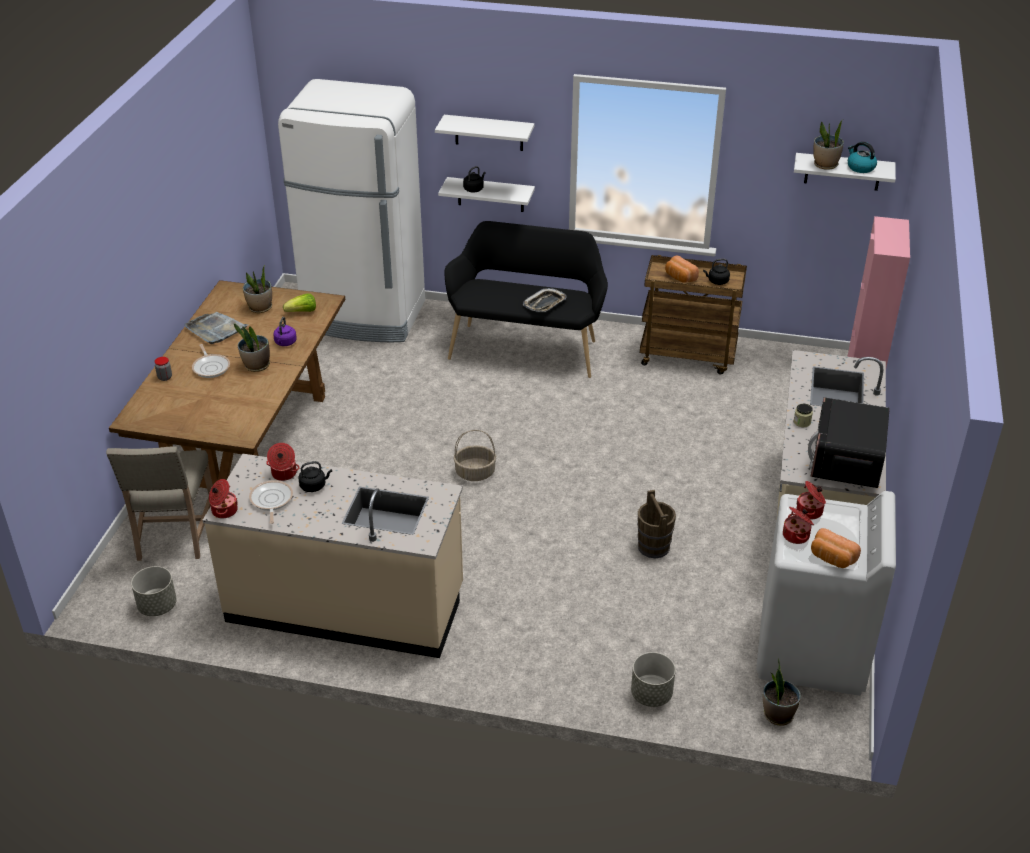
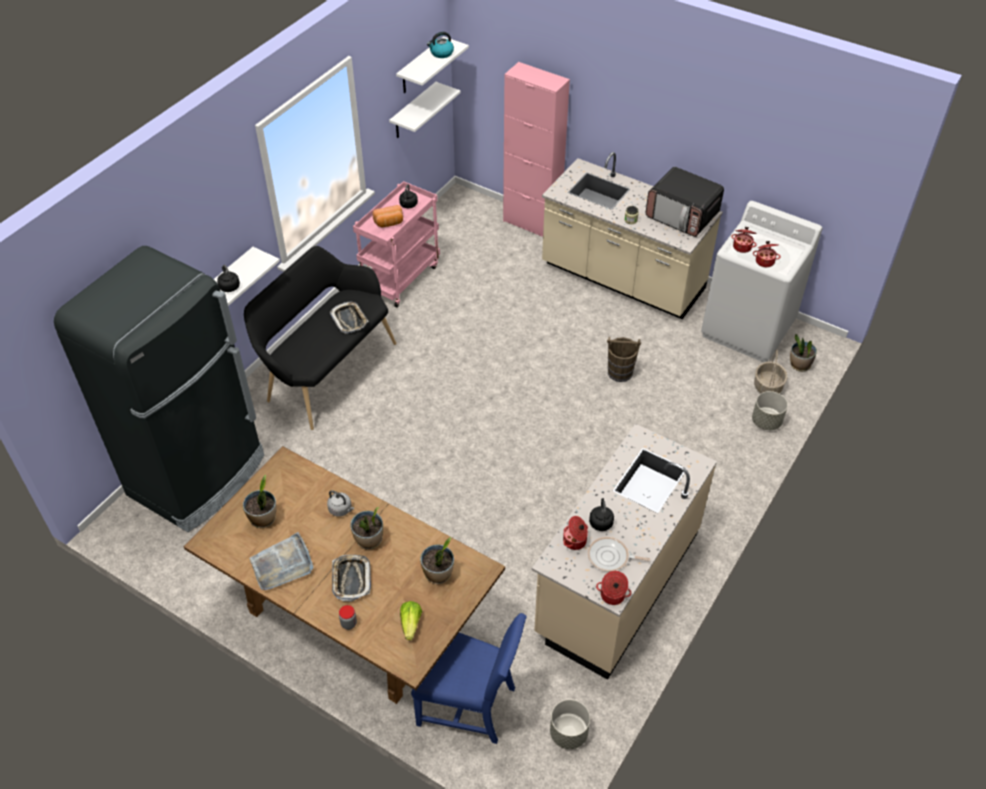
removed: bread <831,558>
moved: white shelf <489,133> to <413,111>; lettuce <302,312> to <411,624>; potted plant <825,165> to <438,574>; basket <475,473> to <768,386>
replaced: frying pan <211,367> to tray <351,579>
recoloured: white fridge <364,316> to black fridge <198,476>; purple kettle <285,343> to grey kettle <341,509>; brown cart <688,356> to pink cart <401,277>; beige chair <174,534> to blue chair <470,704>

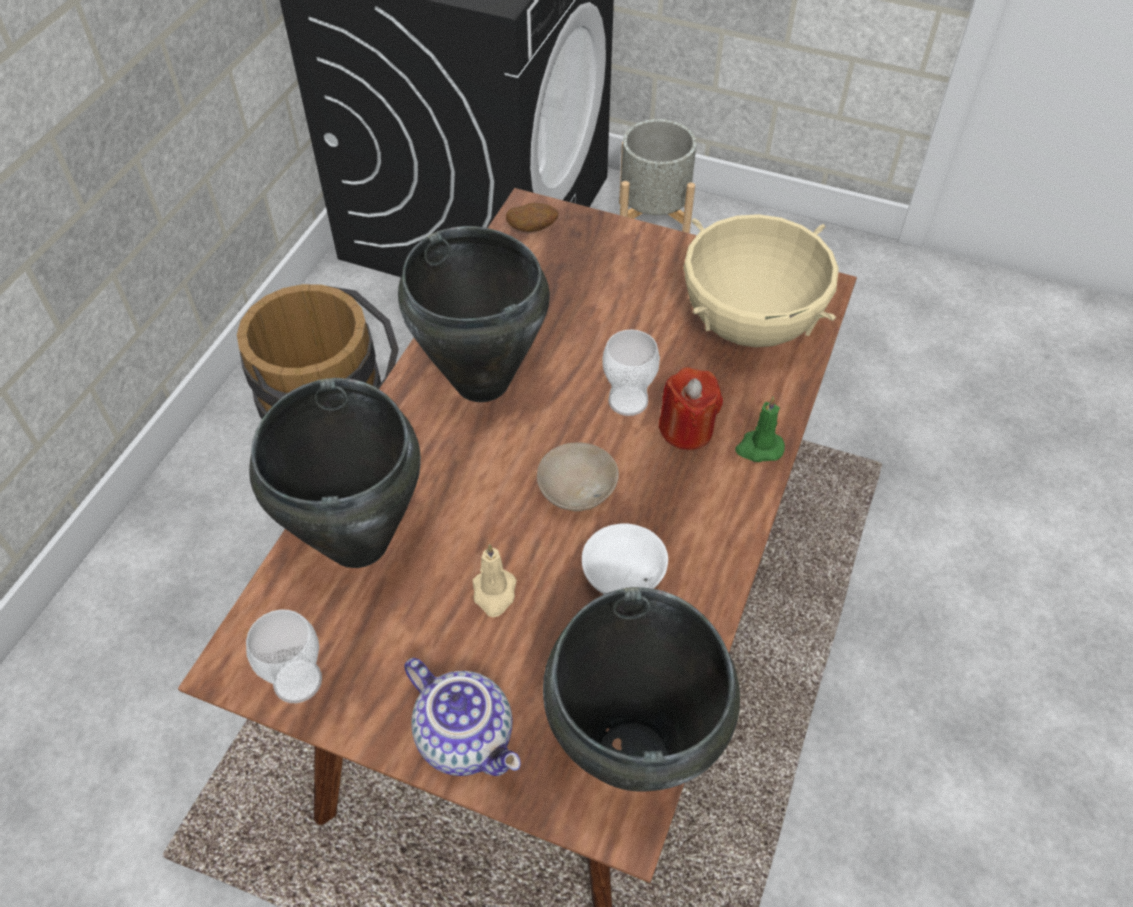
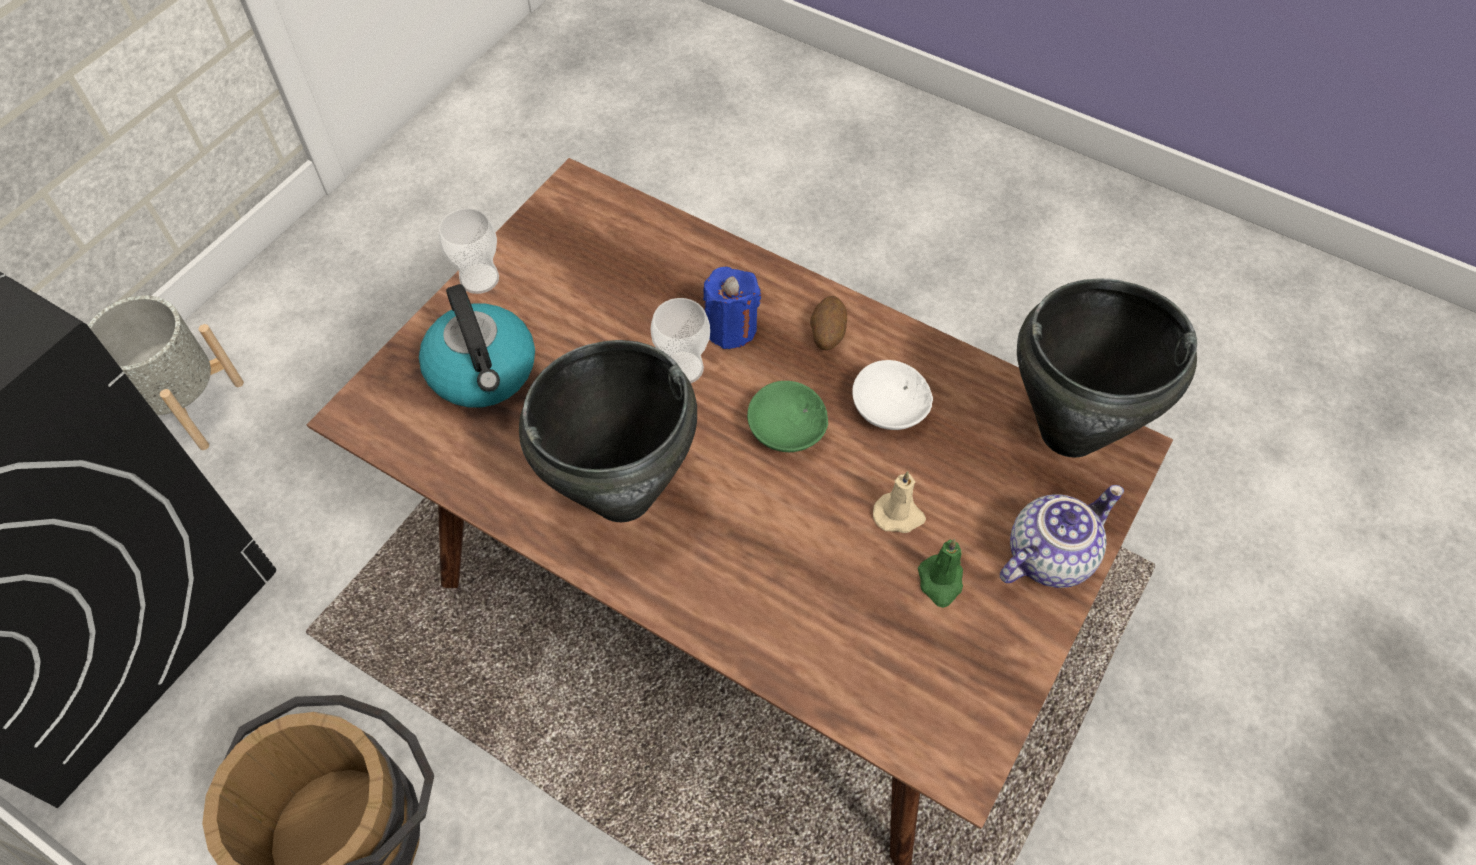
removed: black cooking pot <357,543>; beige cooking pot <750,325>
added: kettle <484,372>
moved: cup <297,681> to <479,279>; potato <532,229> to <827,334>; green candle <759,448> to <940,582>
recoloured: red candle <686,429> to blue candle <731,328>; beige bowl <577,487> to green bowl <784,428>

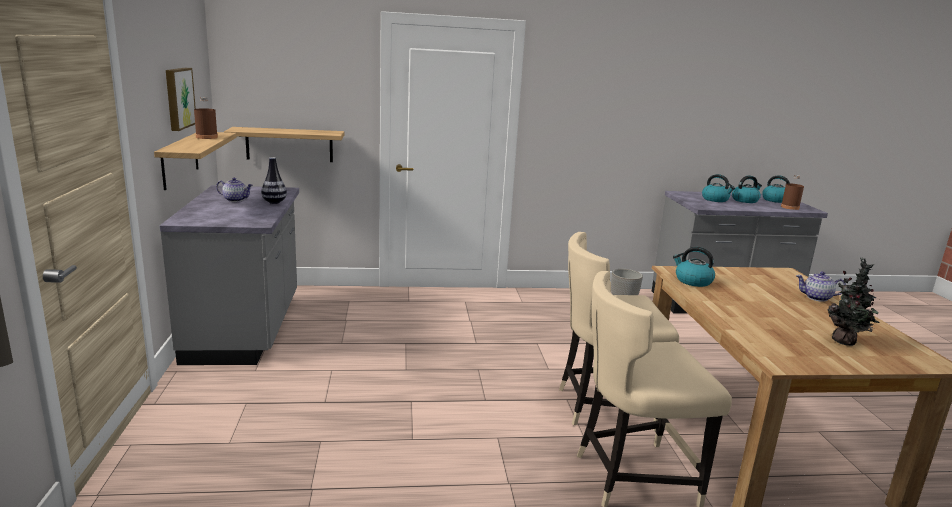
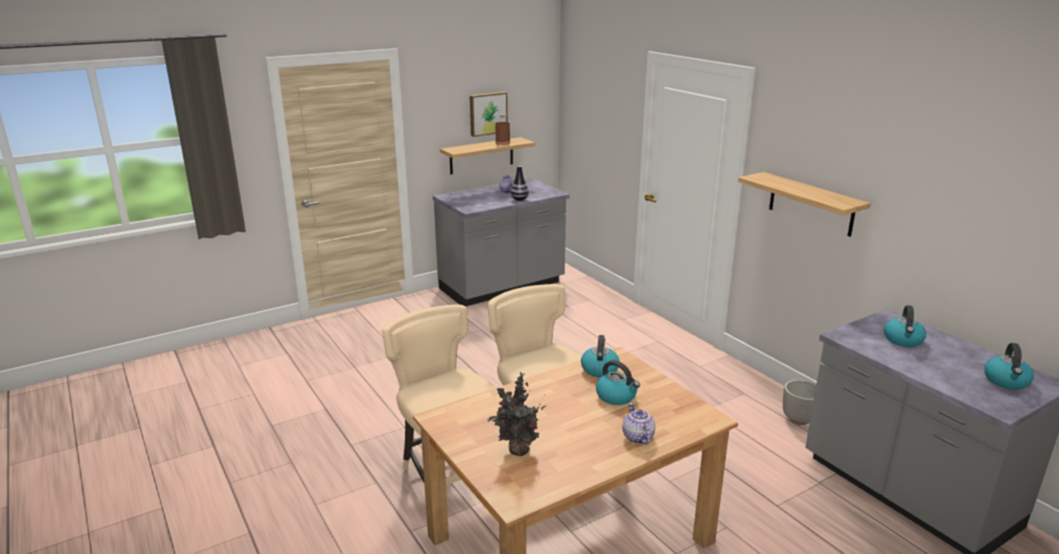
removed: brown bottle <790,207>
moved: kettle <745,200> to <617,396>; shelf <289,144> to <811,204>

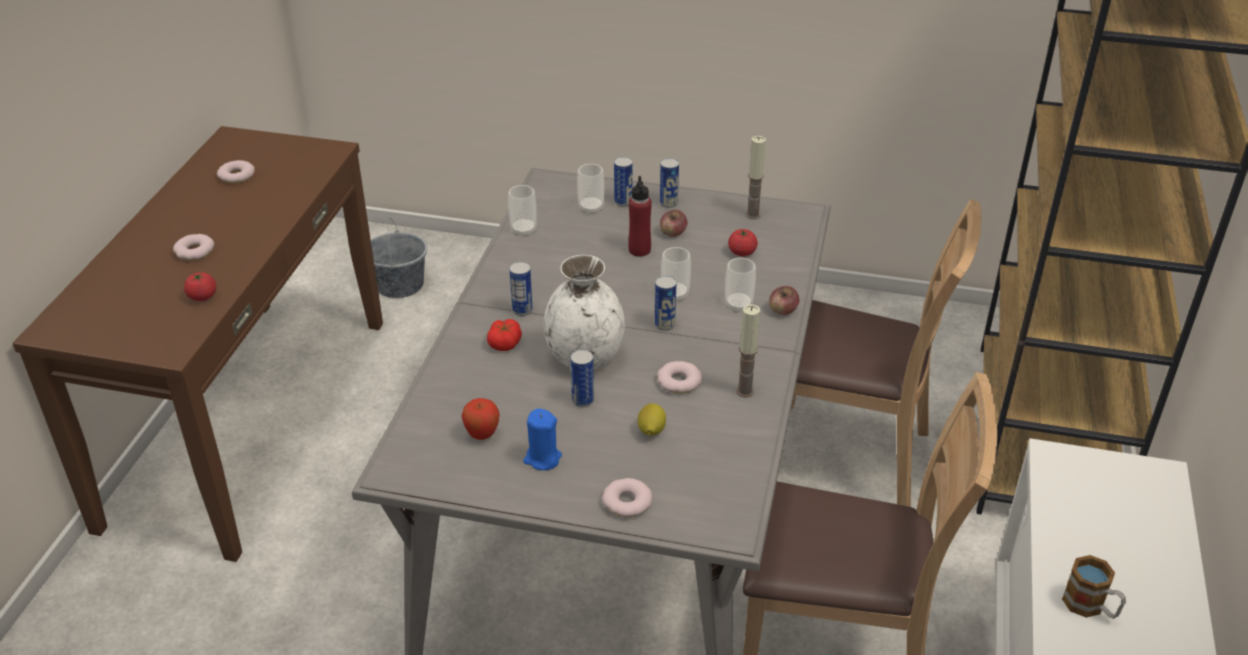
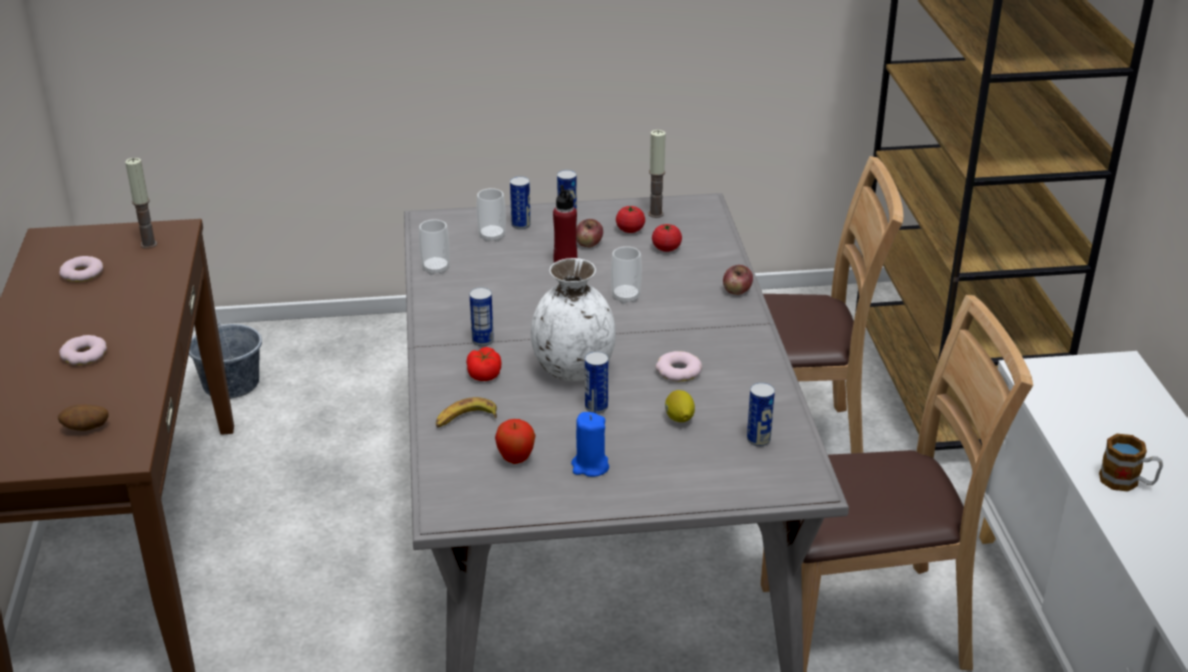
removed: donut <627,502>; cup <738,305>
added: potato <86,429>; banana <465,420>
moved: candle <745,391> to <149,244>; tomato <202,297> to <630,230>; can <664,325> to <758,440>

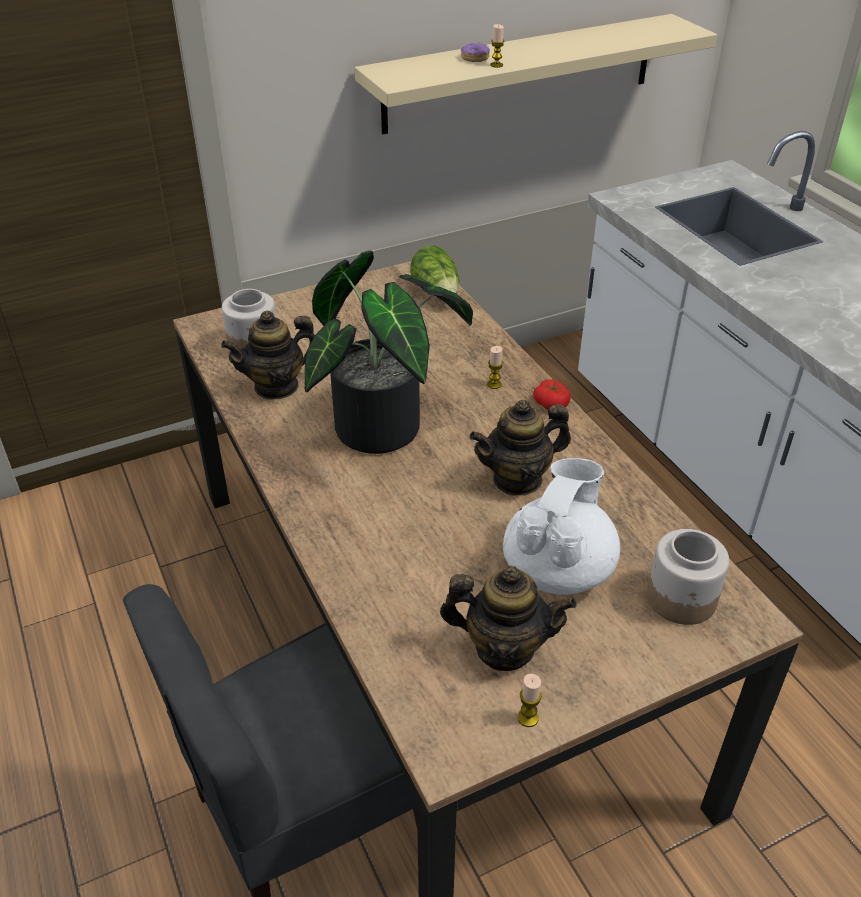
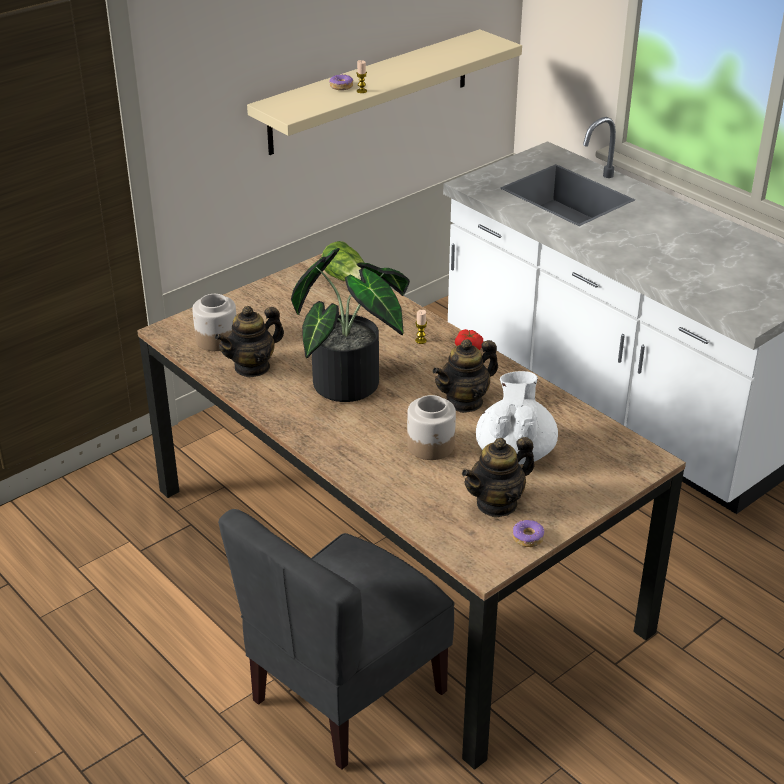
moved: jar <682,599> to <431,446>
replaced: candle <528,718> to donut <527,538>
turned: teapot <504,648> = <497,503> 150 degrees clockwise

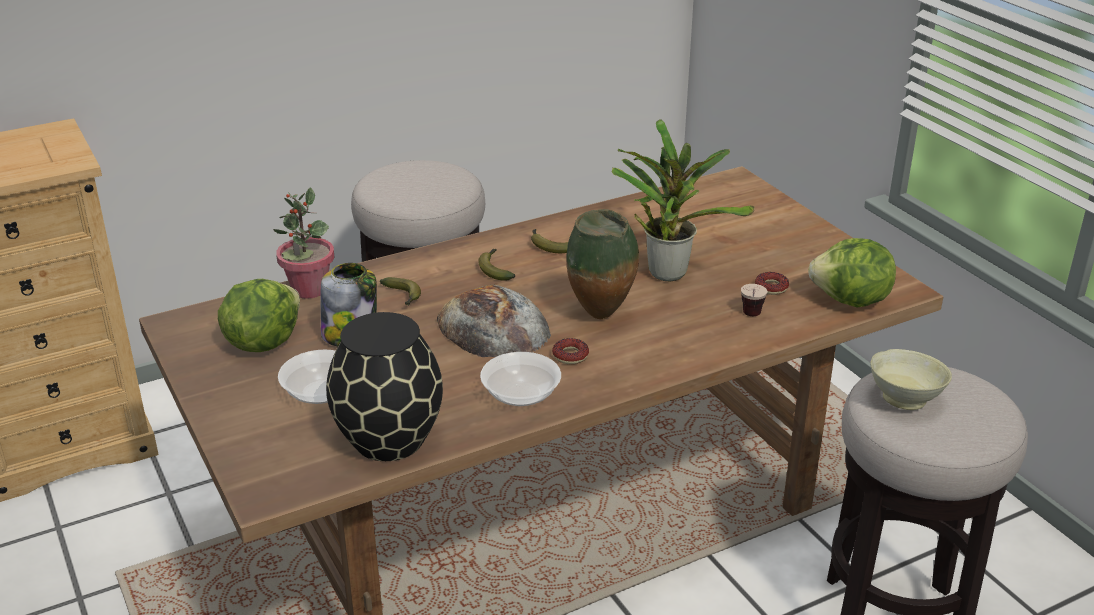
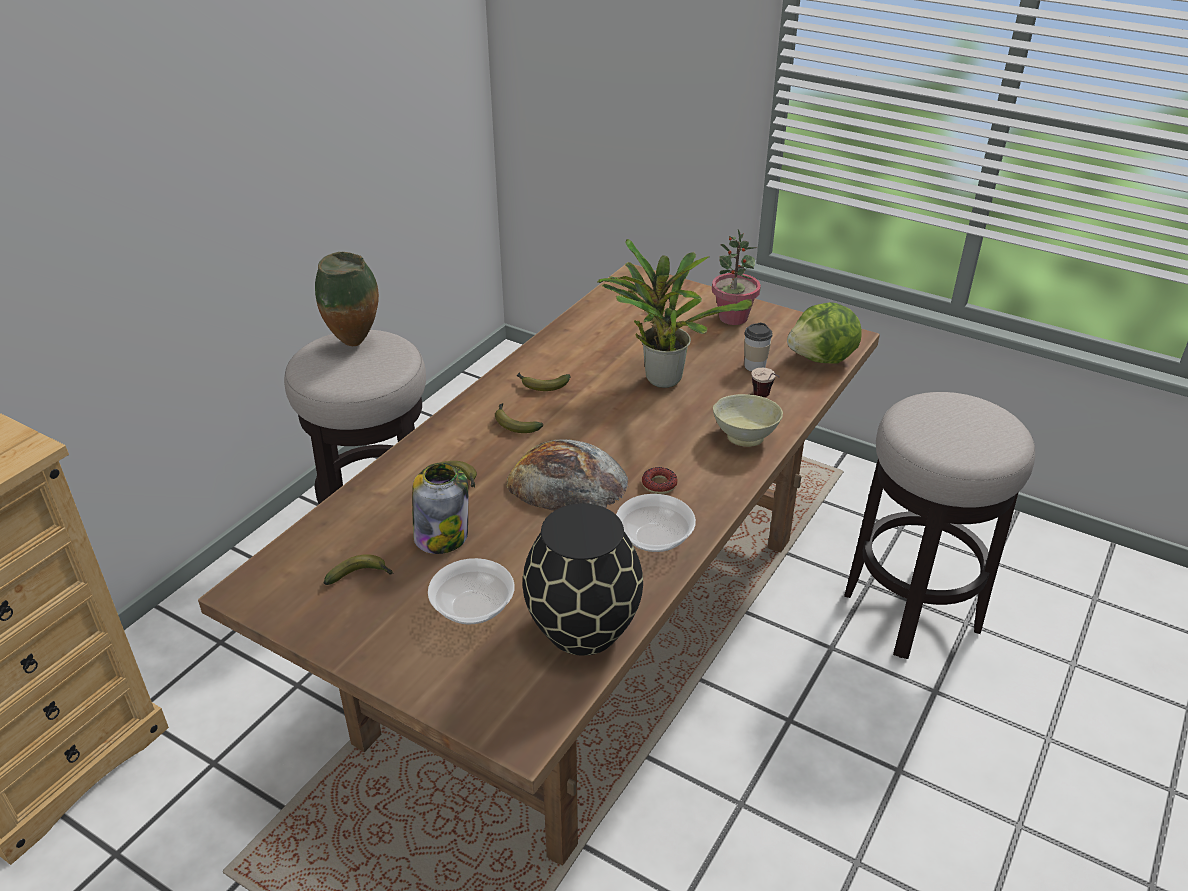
moved: vase <601,317> to <355,344>; potted plant <309,290> to <733,318>; beige bowl <906,399> to <746,437>
replaced: lettuce <263,342> to banana <361,576>; donut <771,287> to cup <754,366>

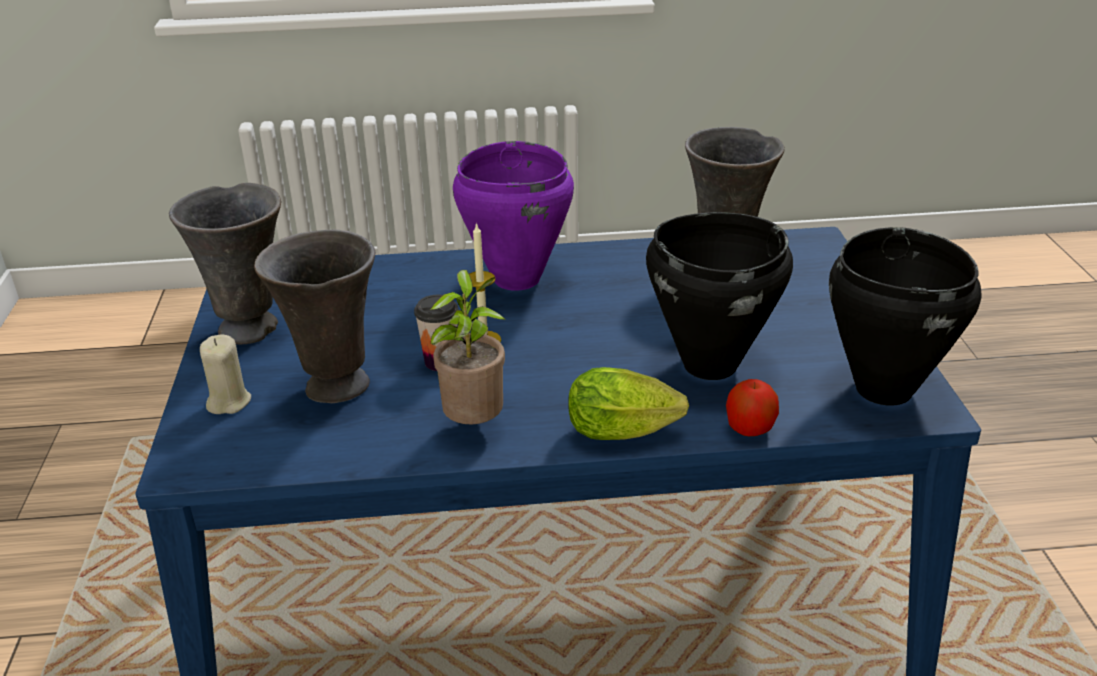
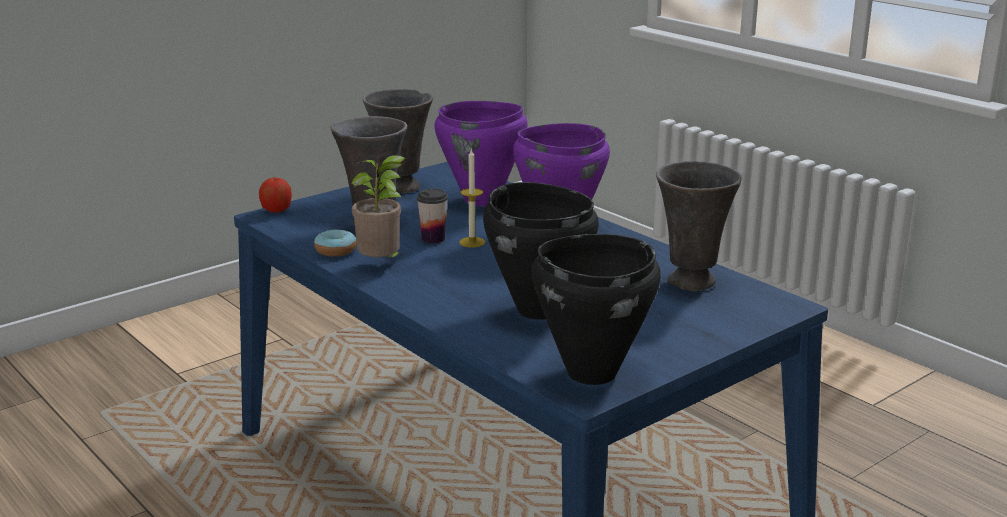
removed: beige candle <229,402>; lettuce <627,432>
added: donut <335,250>; purple cooking pot <482,200>
moved: apple <749,429> to <276,210>

